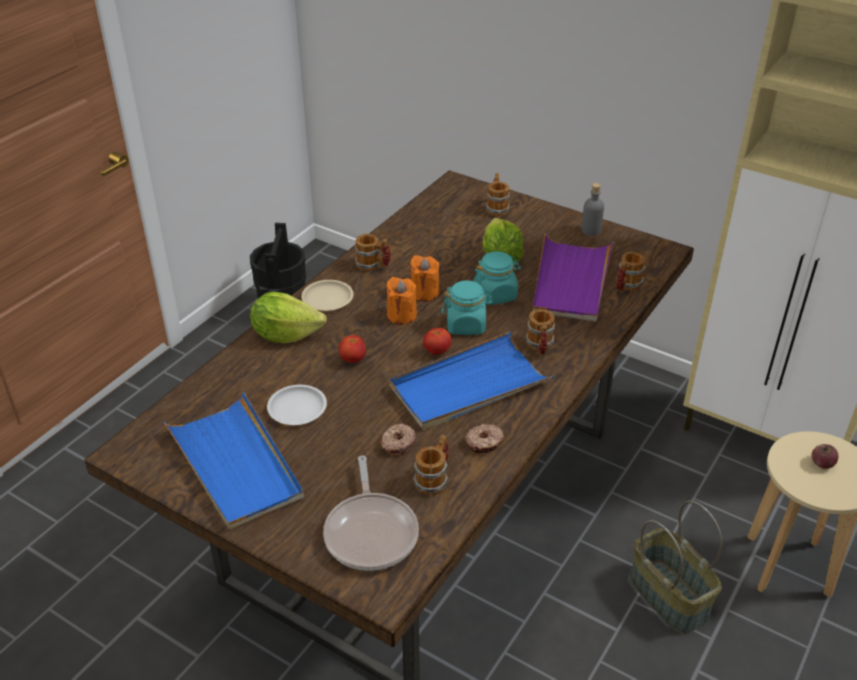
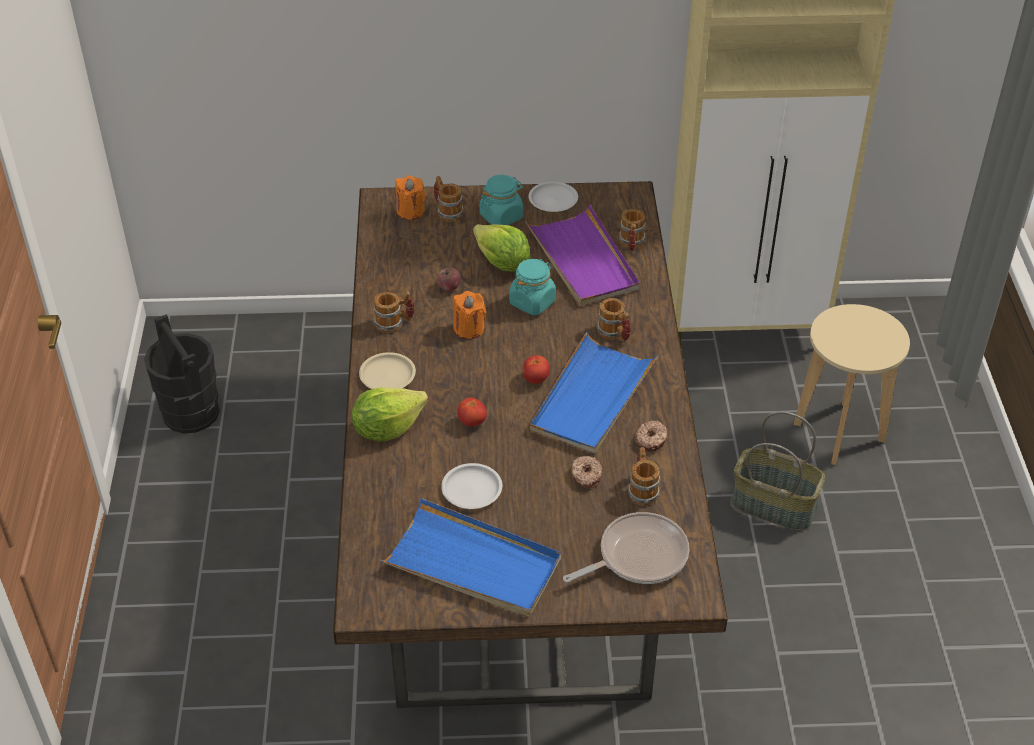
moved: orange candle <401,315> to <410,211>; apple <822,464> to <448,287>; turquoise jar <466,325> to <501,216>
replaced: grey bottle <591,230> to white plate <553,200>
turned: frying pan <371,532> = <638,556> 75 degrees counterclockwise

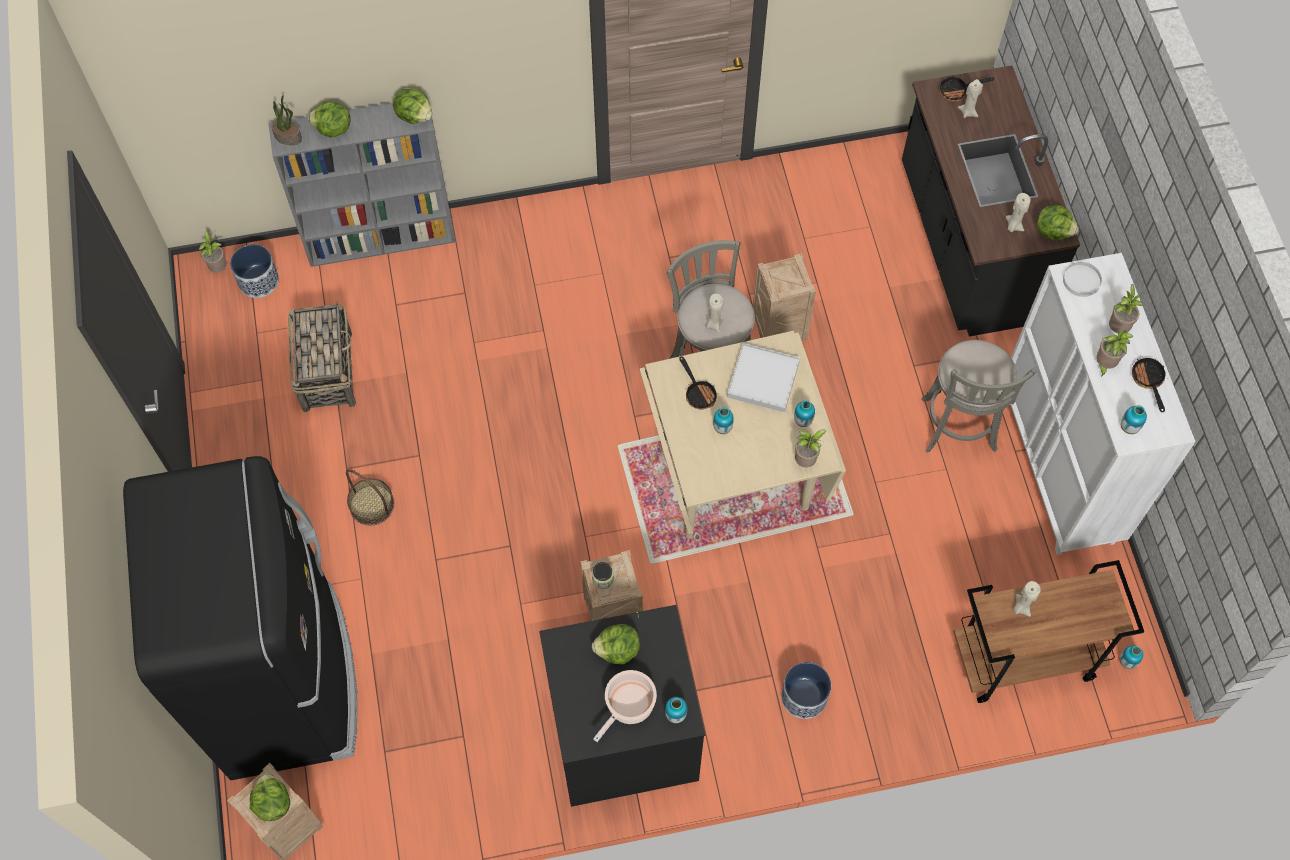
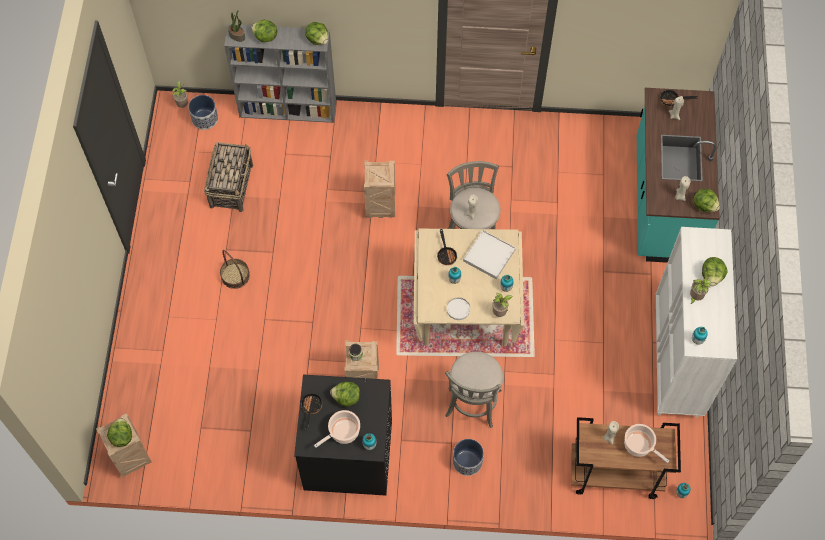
removed: black fridge <286,679>
added: cooking pot <639,445>
moved: frying pan <1148,381> to <311,408>; crate <779,329> to <381,206>; grey stool <959,429> to <472,406>; white plate <1081,281> to <458,309>
replaced: potted plant <1117,327> to lettuce <712,276>
recoloured: black counter <967,245> to turquoise counter <664,201>

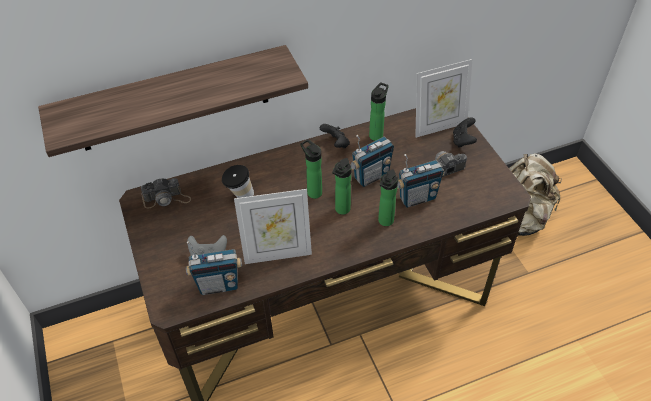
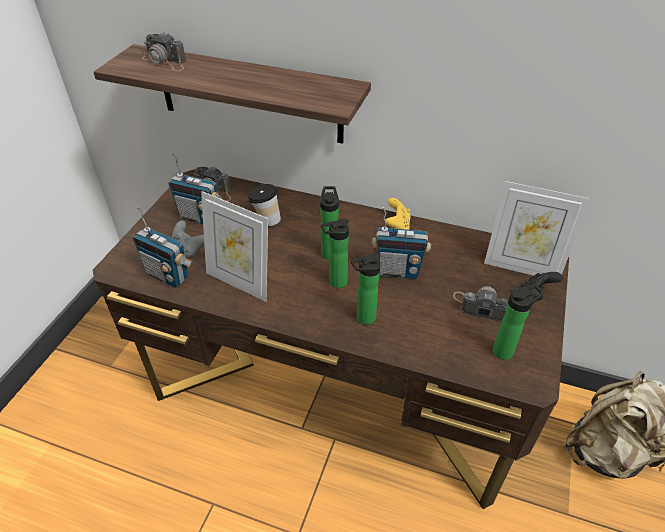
added: photo camera <166,61>
moved: radio <417,198> to <200,217>; bottle <377,135> to <505,350>
recoloured: black game controller <336,144> to yellow game controller <397,225>

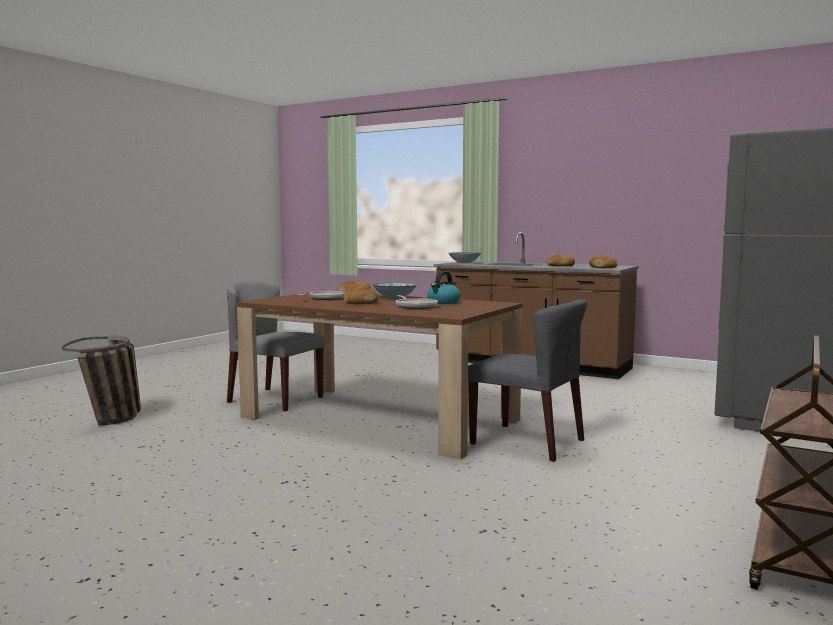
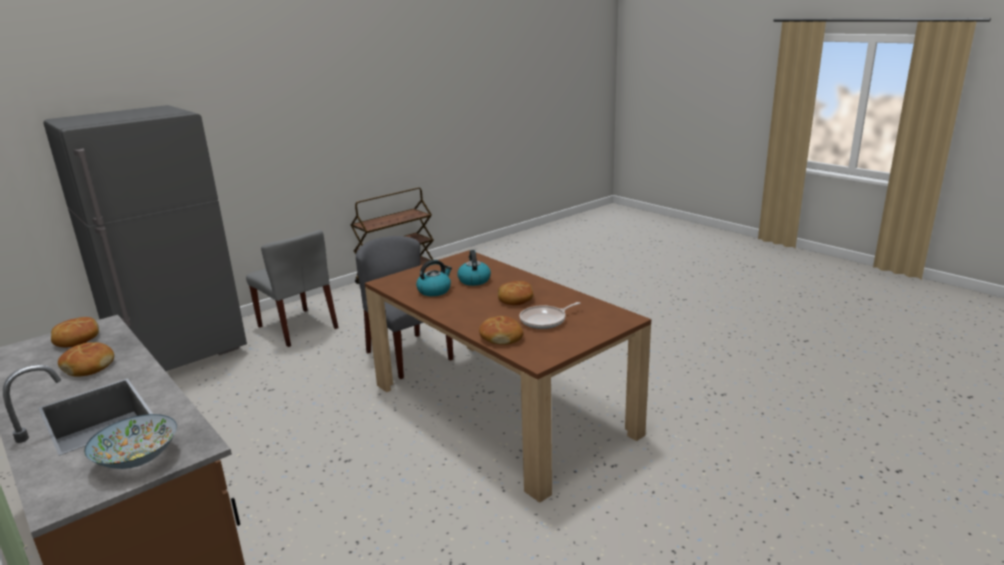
removed: basket <113,421>; bowl <395,298>
moved: grey chair <275,399> to <298,327>
replaced: frying pan <415,307> to kettle <474,280>

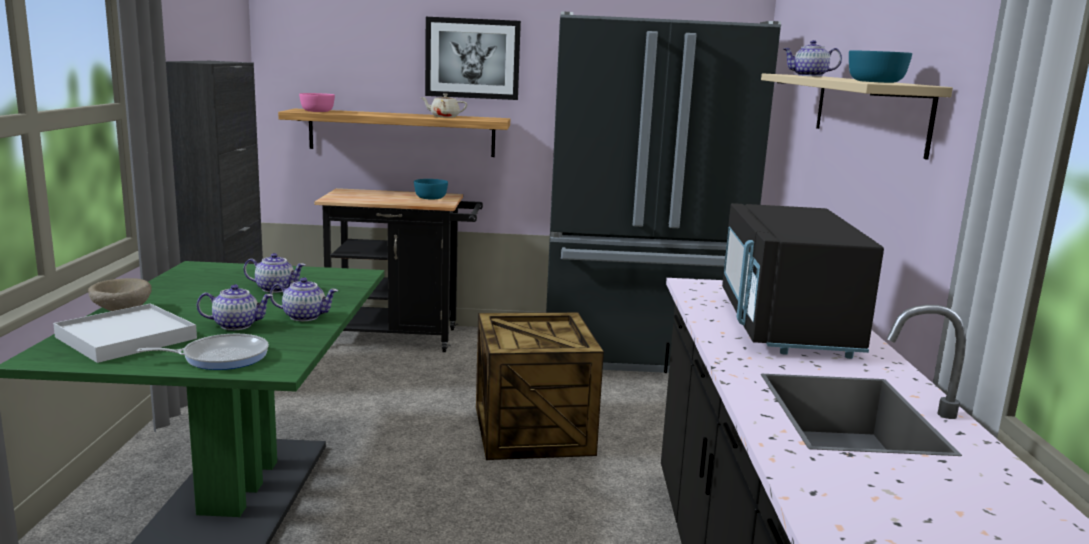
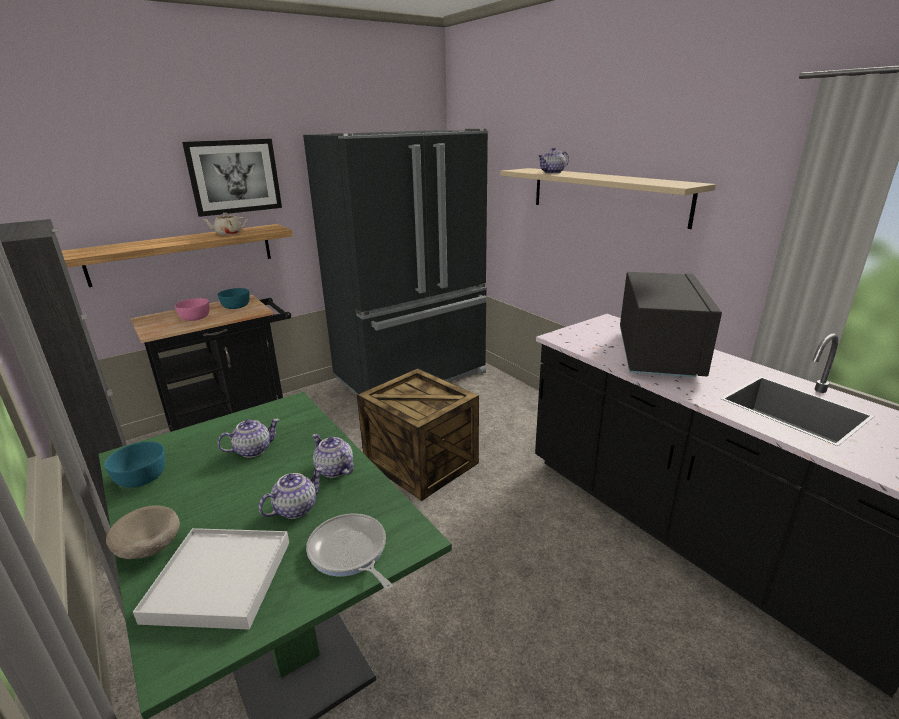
moved: turquoise bowl <874,82> to <140,477>; pink bowl <317,111> to <194,317>
turned: frying pan <221,357> = <349,552> 75 degrees counterclockwise; teapot <305,316> = <334,469> 105 degrees counterclockwise; black microwave <785,326> = <658,354> 135 degrees counterclockwise

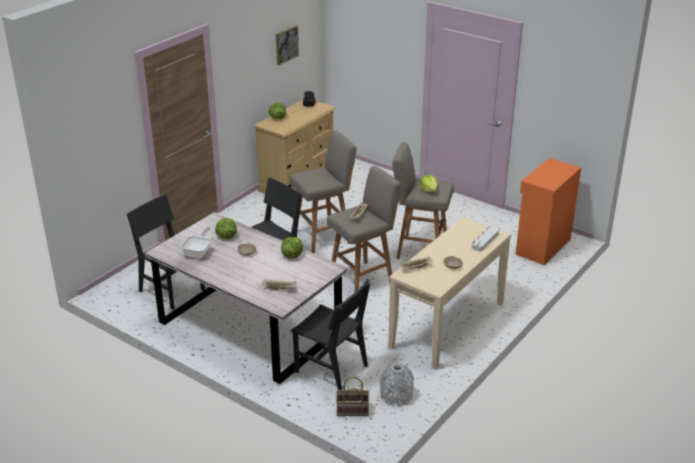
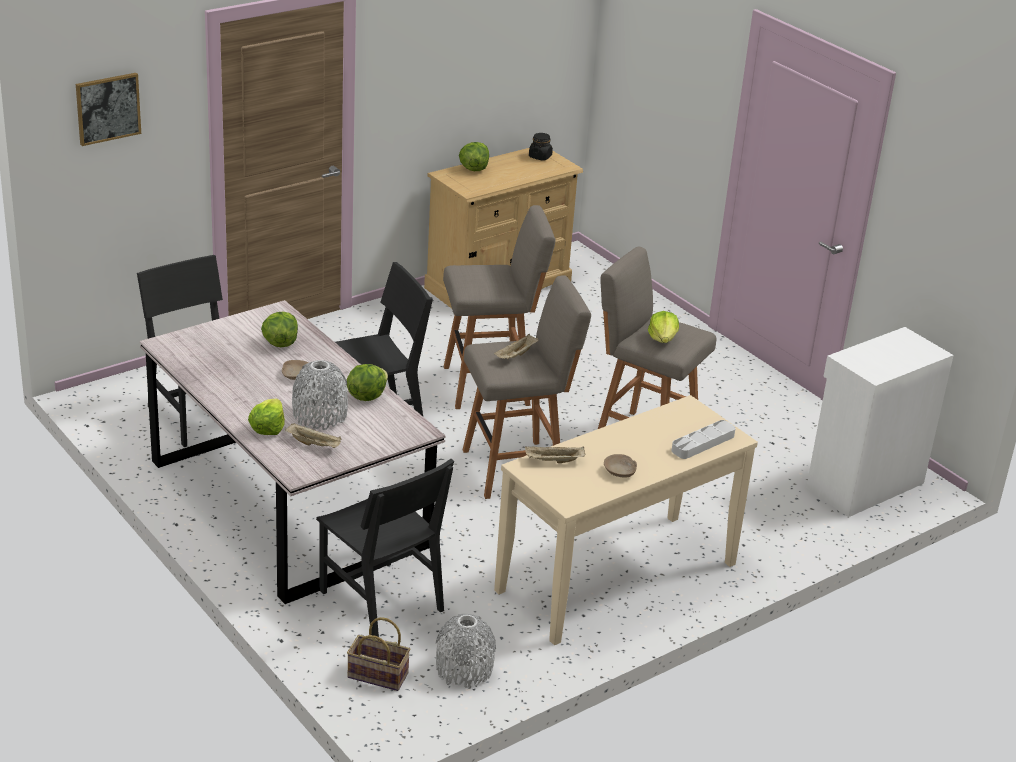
removed: frying pan <198,252>
added: lettuce <268,427>; grey vase <319,415>
moved: picture <286,45> to <108,108>
recoloured: orange cabinet <542,246> to white cabinet <863,484>

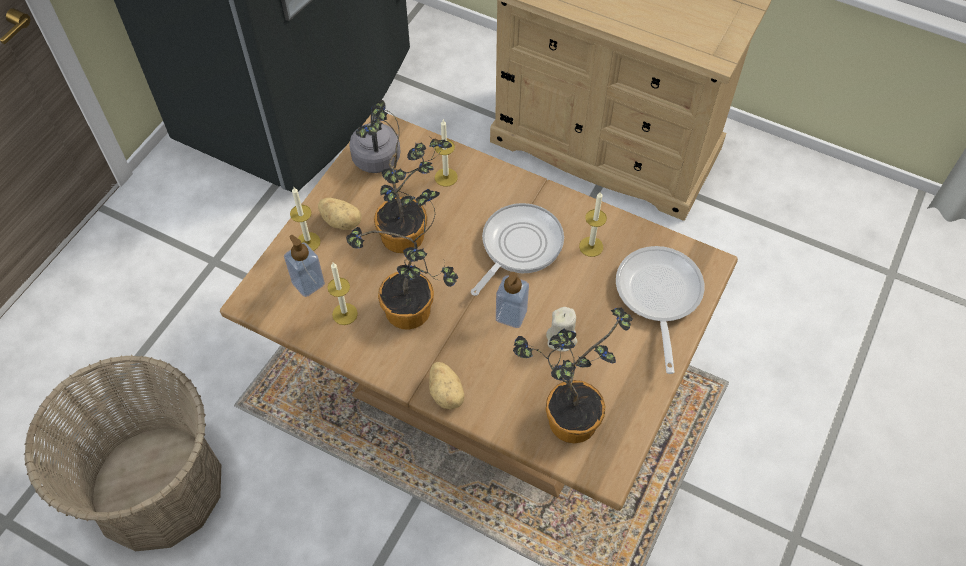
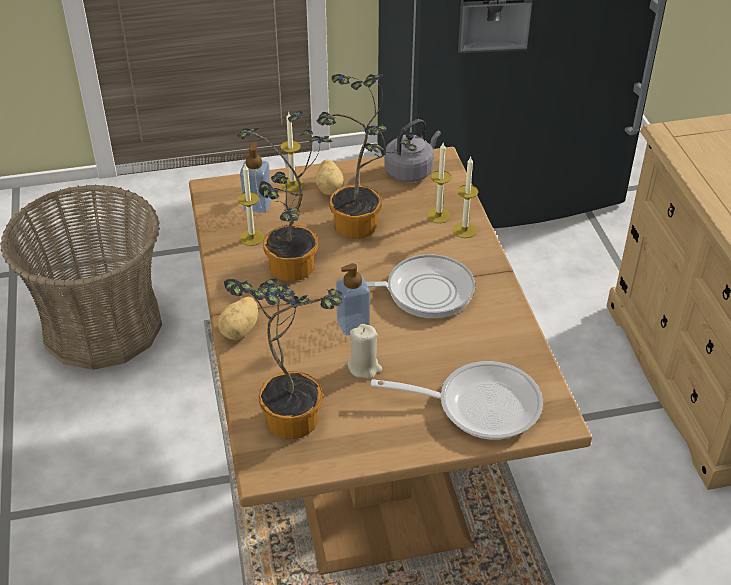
moved: candle <591,246> to <464,230>
turned: frying pan <658,297> = <479,405> 45 degrees clockwise

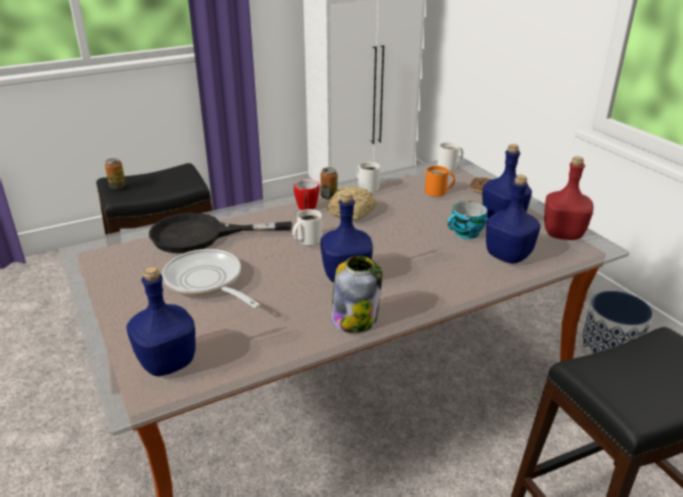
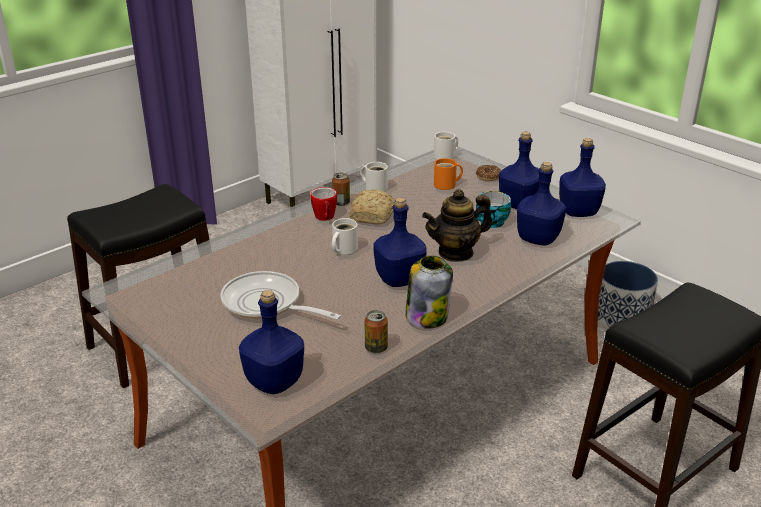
removed: black frying pan <201,235>
added: teapot <456,252>
moved: can <117,186> to <376,348>
recoloured: red bottle <562,233> to blue bottle <578,211>

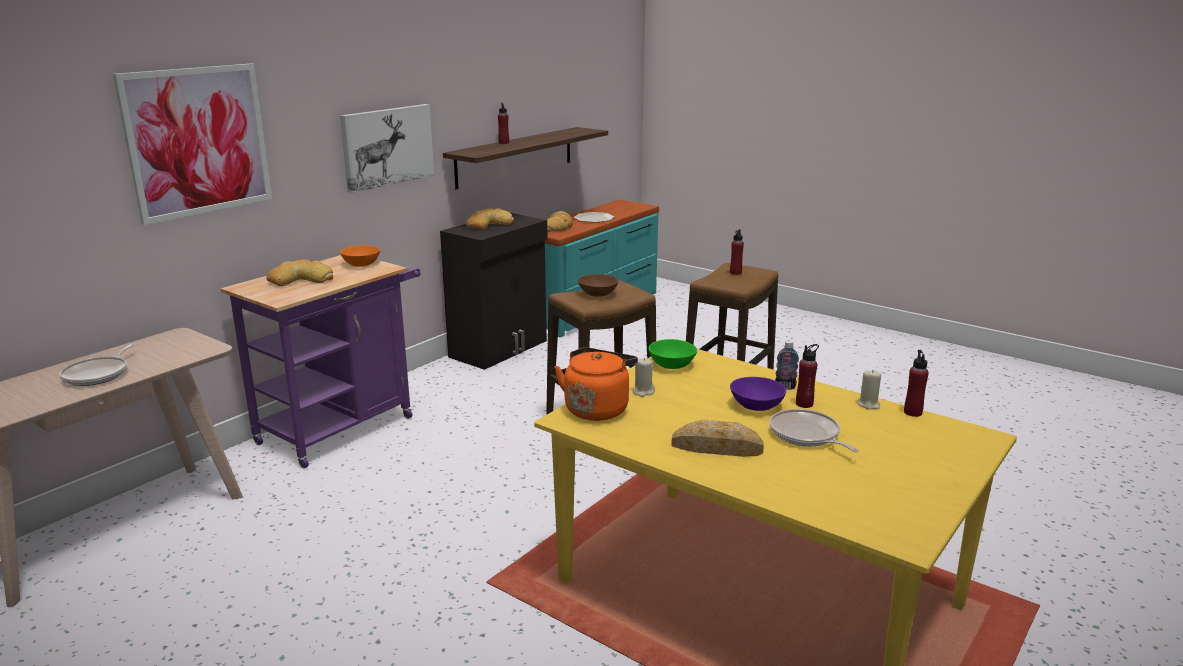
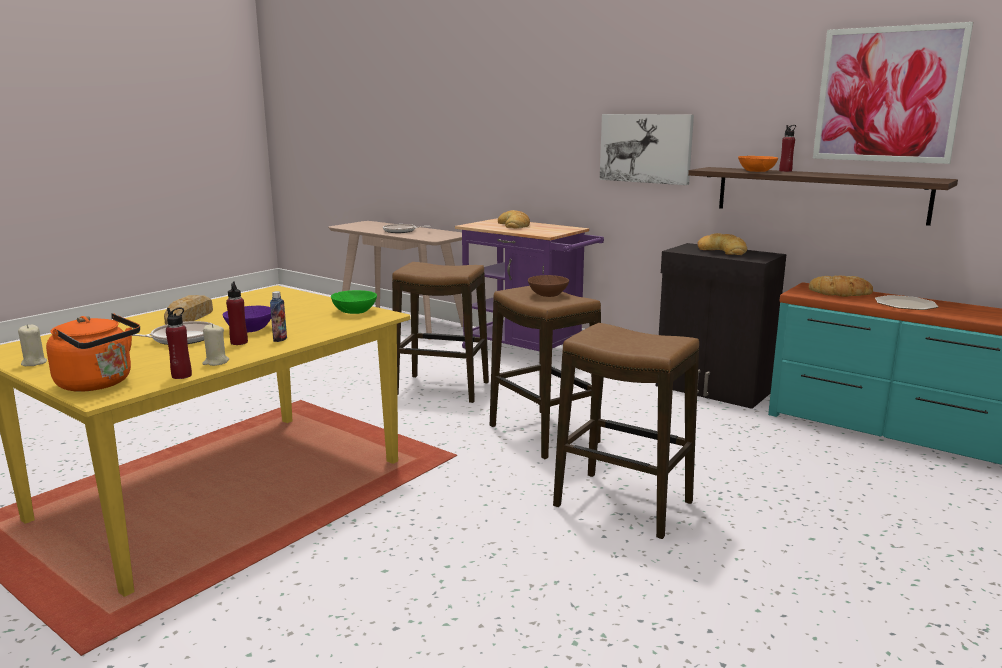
removed: red bottle <735,272>
added: stool <441,389>
moved: beige candle <643,392> to <34,363>; orange kettle <597,408> to <99,384>; orange bowl <361,264> to <756,171>; picture <198,141> to <887,95>

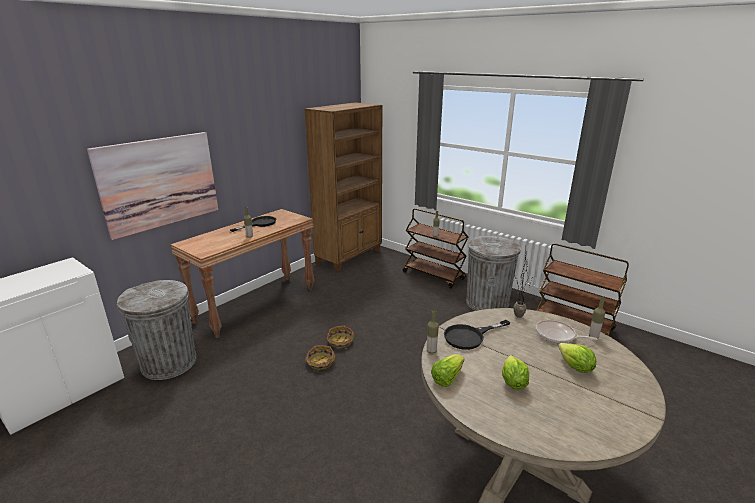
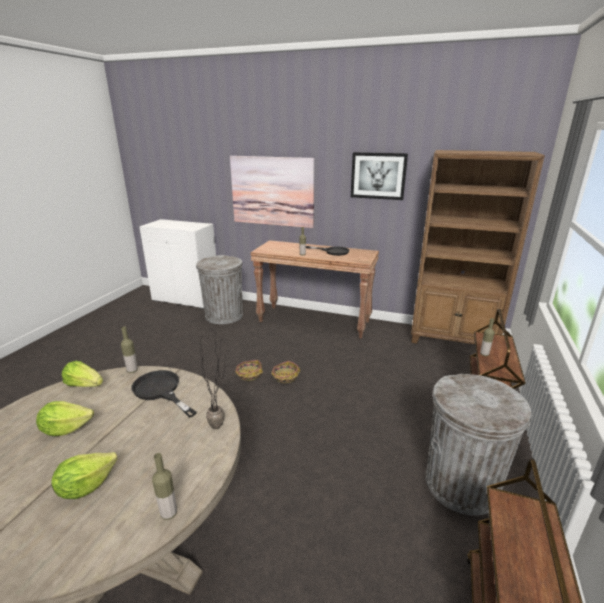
removed: frying pan <557,335>
added: picture <378,176>

